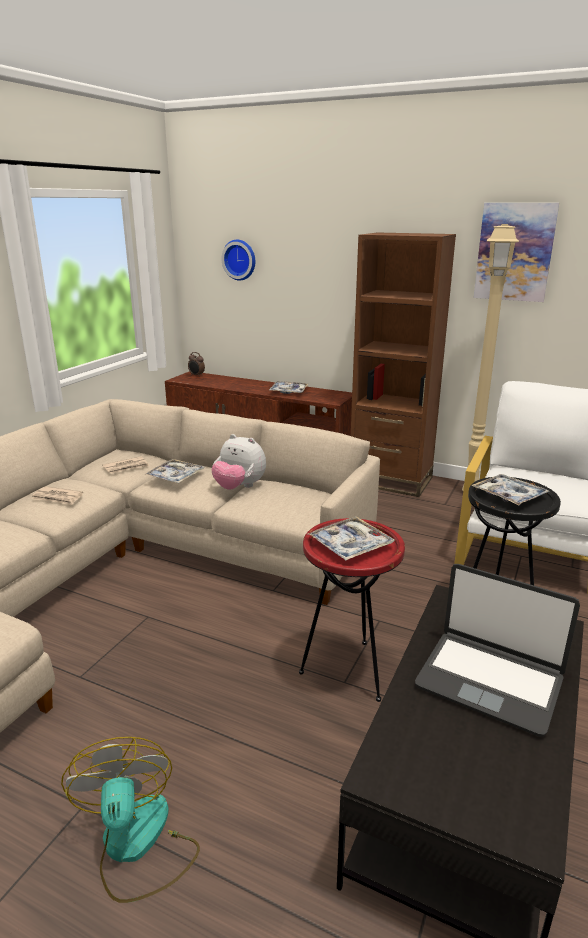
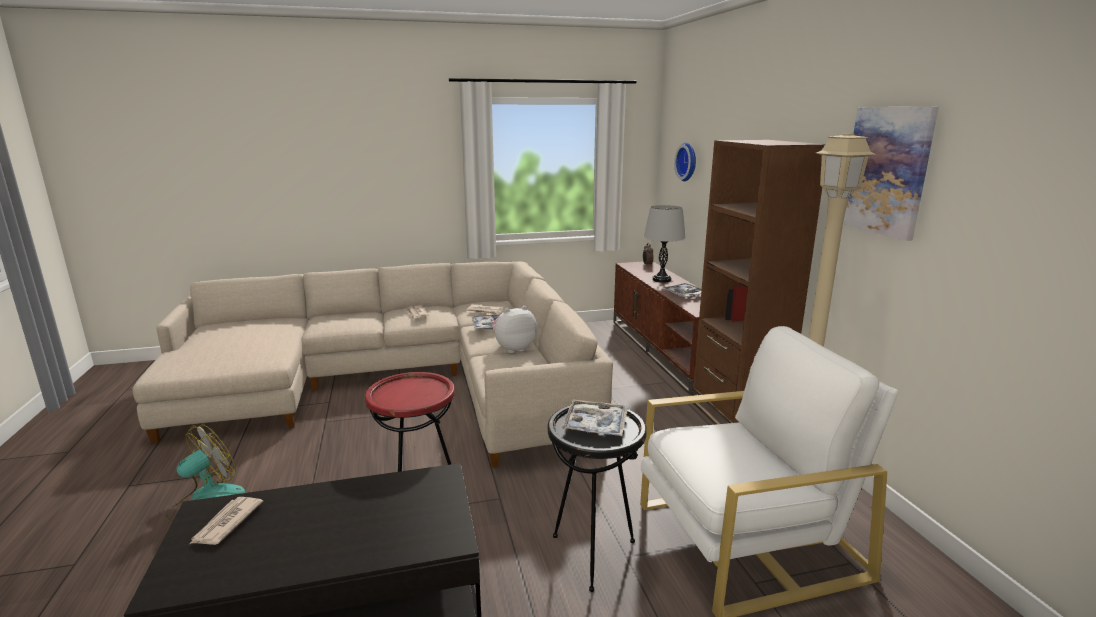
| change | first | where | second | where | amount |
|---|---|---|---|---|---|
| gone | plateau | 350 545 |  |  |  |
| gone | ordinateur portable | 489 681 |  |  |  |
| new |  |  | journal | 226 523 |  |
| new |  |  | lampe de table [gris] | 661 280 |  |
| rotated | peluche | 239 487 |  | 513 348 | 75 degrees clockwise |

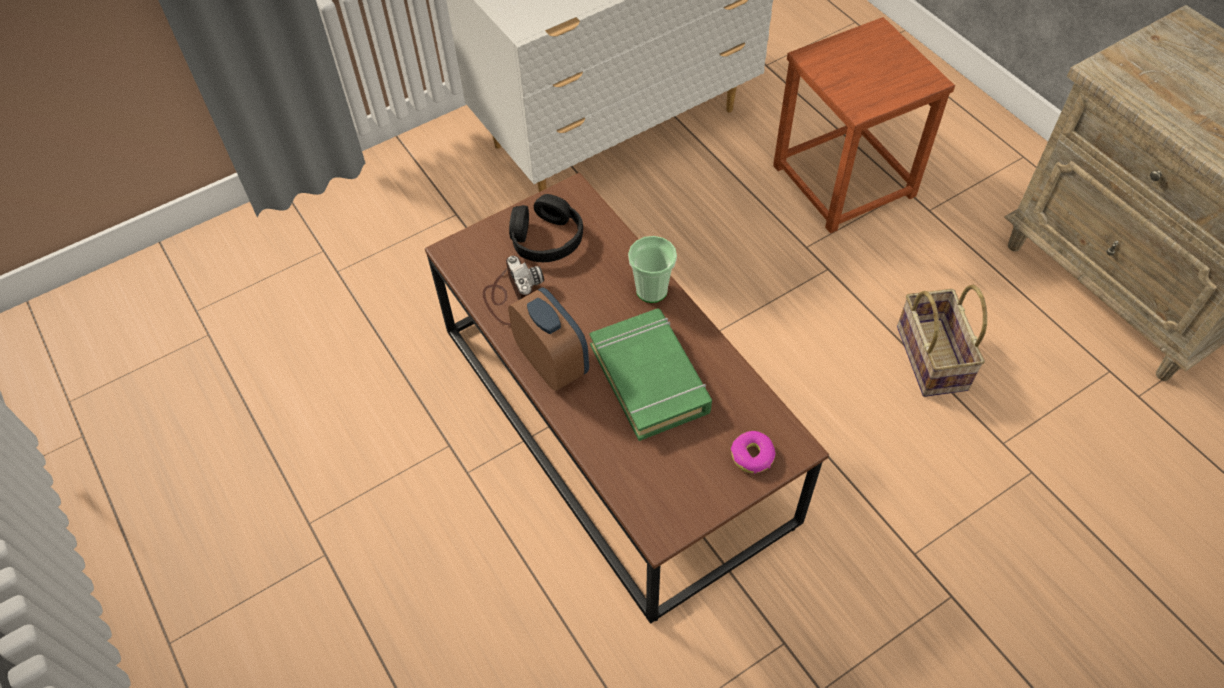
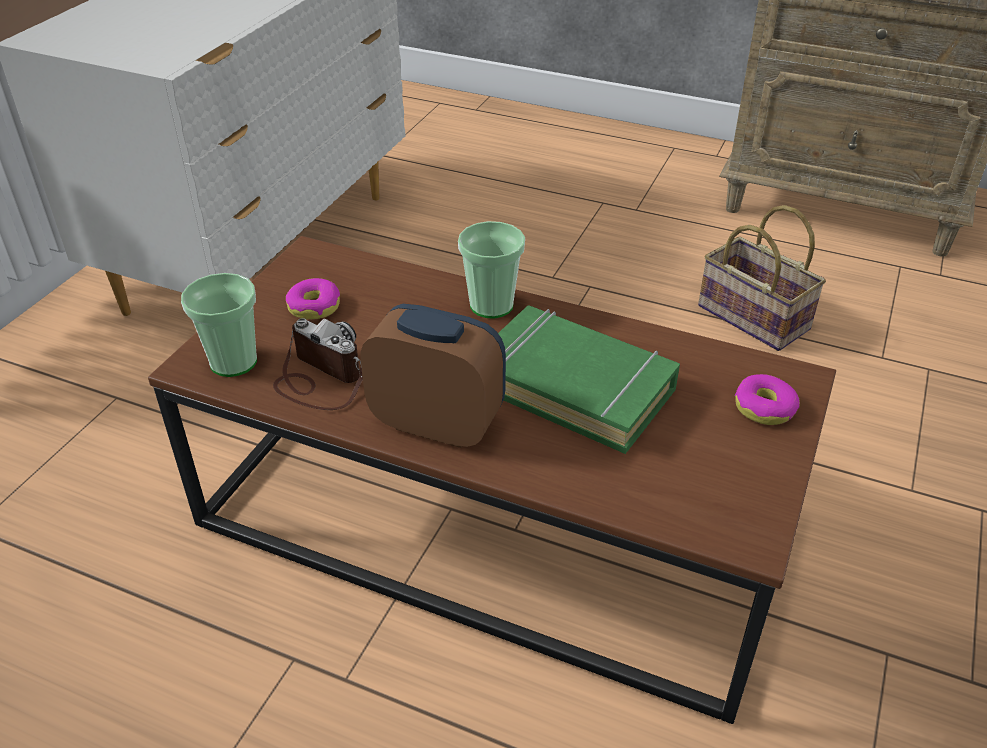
| change | first | where | second | where | amount |
|---|---|---|---|---|---|
| gone | tabouret [marron] | 842 181 |  |  |  |
| new |  |  | tasse | 233 362 |  |
| swapped | casque audio [noir] | 546 238 | beignet | 314 306 |  |

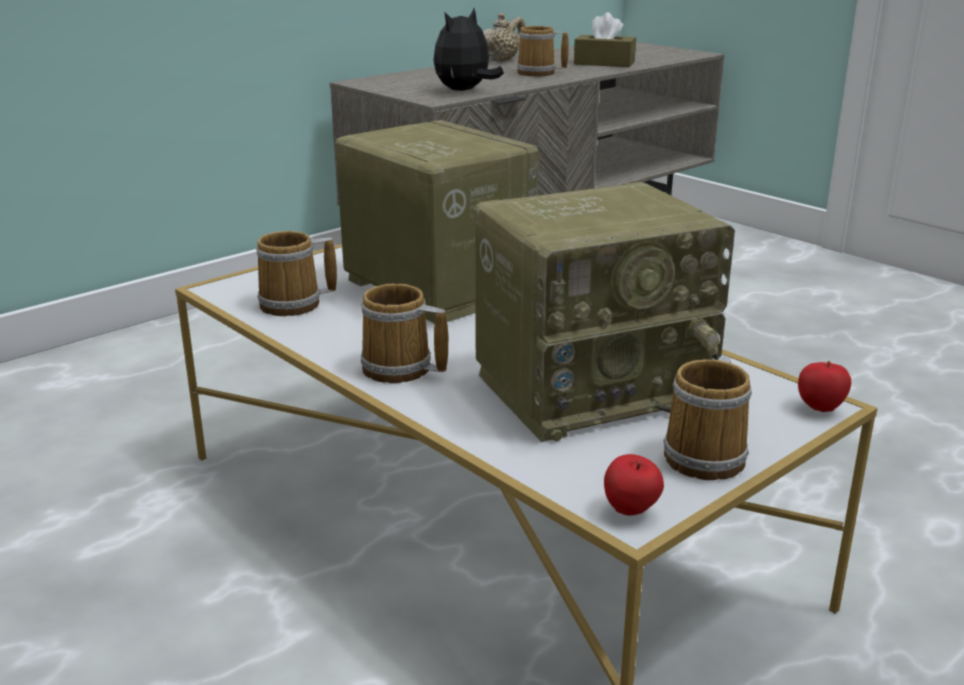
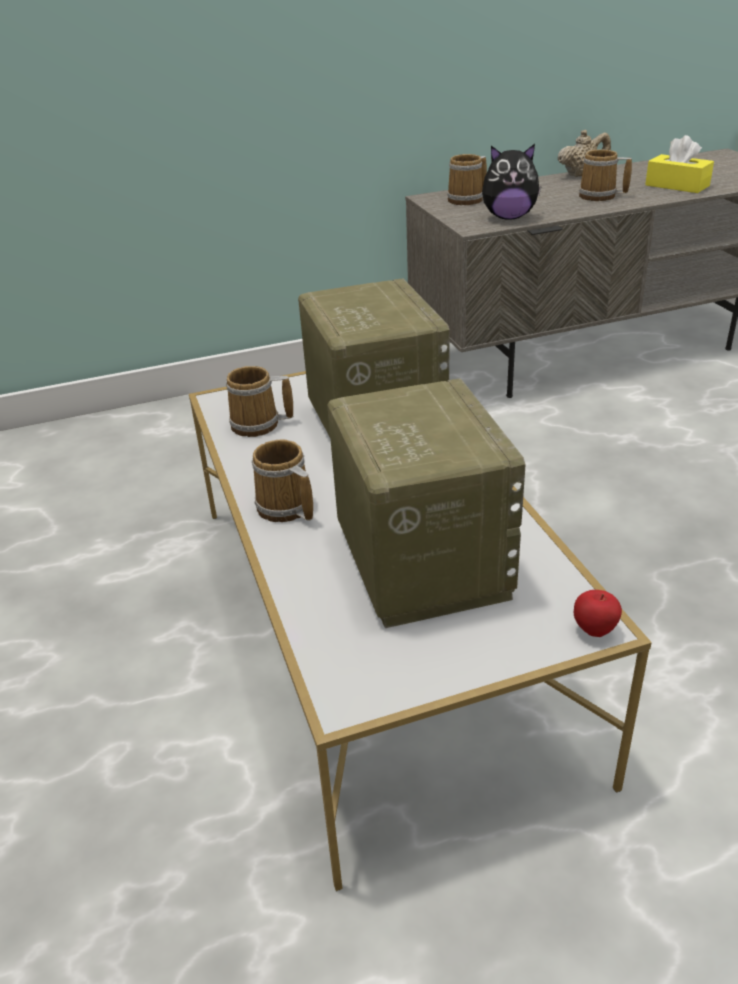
| change | first | where | second | where | amount |
|---|---|---|---|---|---|
| gone | pomme | 631 512 |  |  |  |
| shifted | mug | 708 456 |  | 468 199 |  |
| repainted | boîte à mouchoirs [marron] | 604 63 | boîte à mouchoirs [jaune] | 677 185 |  |
| rotated | peluche | 464 91 |  | 509 217 | 150 degrees counterclockwise |
| rotated | radio | 594 387 |  | 419 560 | 105 degrees counterclockwise |

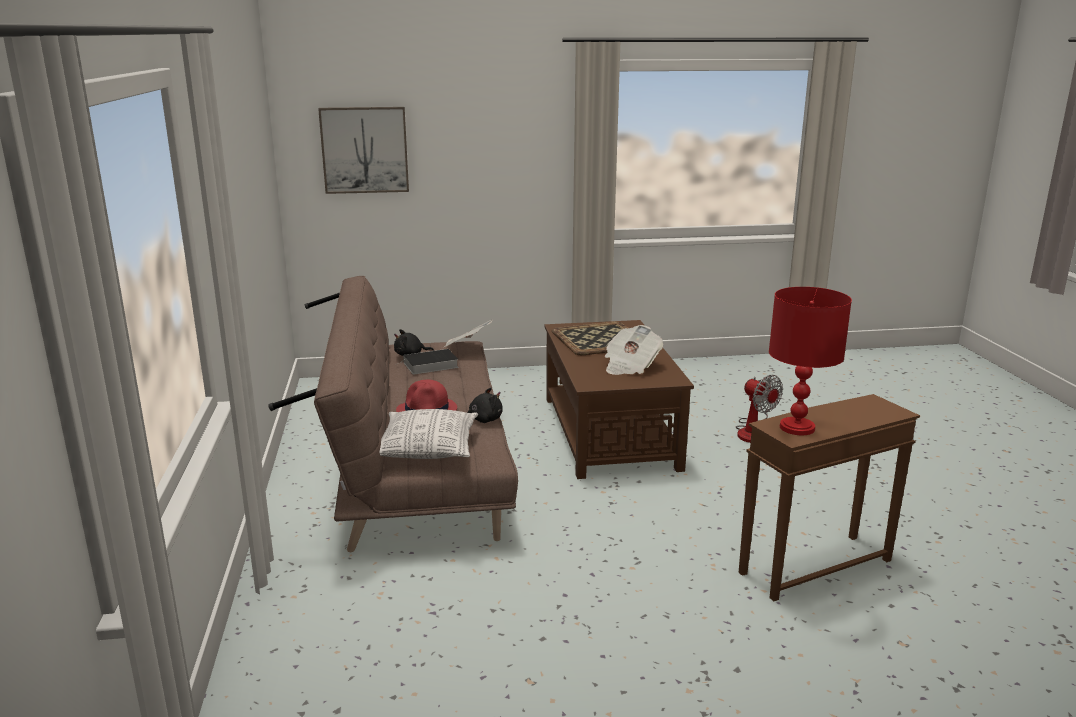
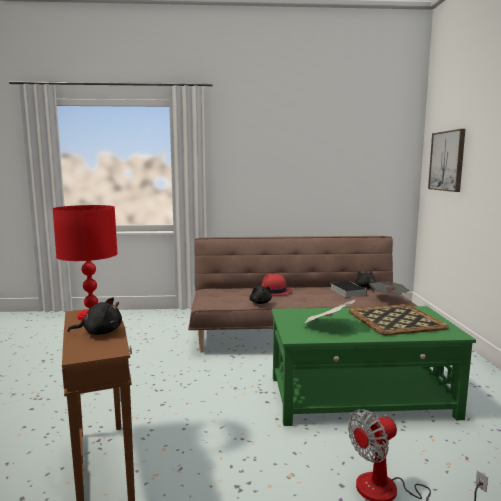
| change | first | where | second | where | amount |
|---|---|---|---|---|---|
| gone | coussin | 427 449 |  |  |  |
| new |  |  | peluche [noir] | 100 332 |  |
| repainted | table basse [marron] | 609 432 | table basse [vert] | 361 397 |  |

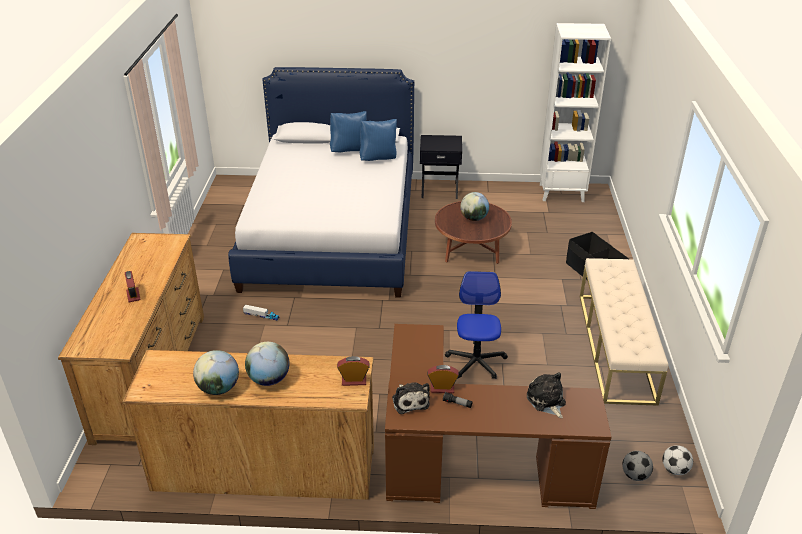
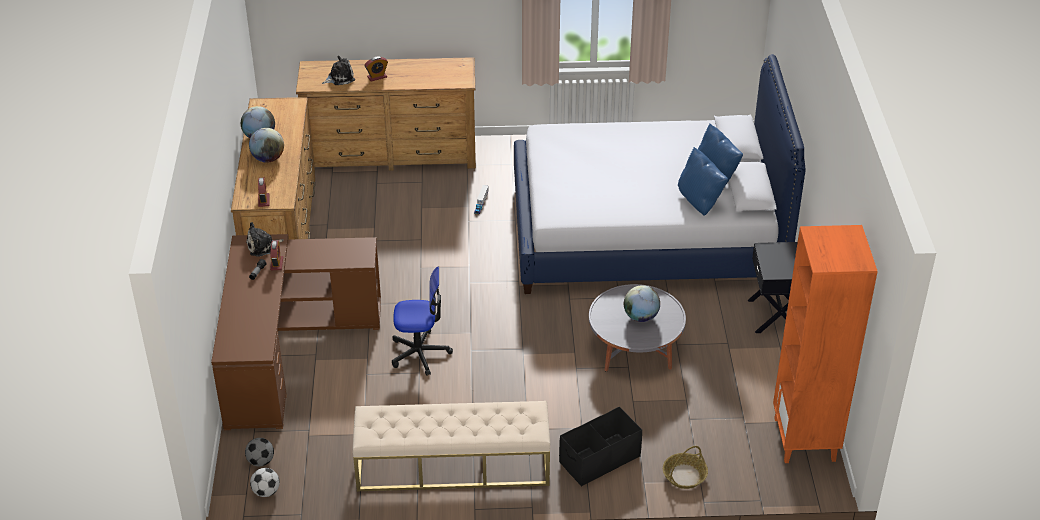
| change | first | where | second | where | amount |
|---|---|---|---|---|---|
| new |  |  | panier | 684 476 |  |
| shifted | peluche | 546 401 |  | 339 78 |  |
| repainted | table basse [marron] | 471 248 | table basse [gris] | 635 347 |  |
| repainted | bibliothèque [blanc] | 562 193 | bibliothèque [orange] | 805 440 |  |

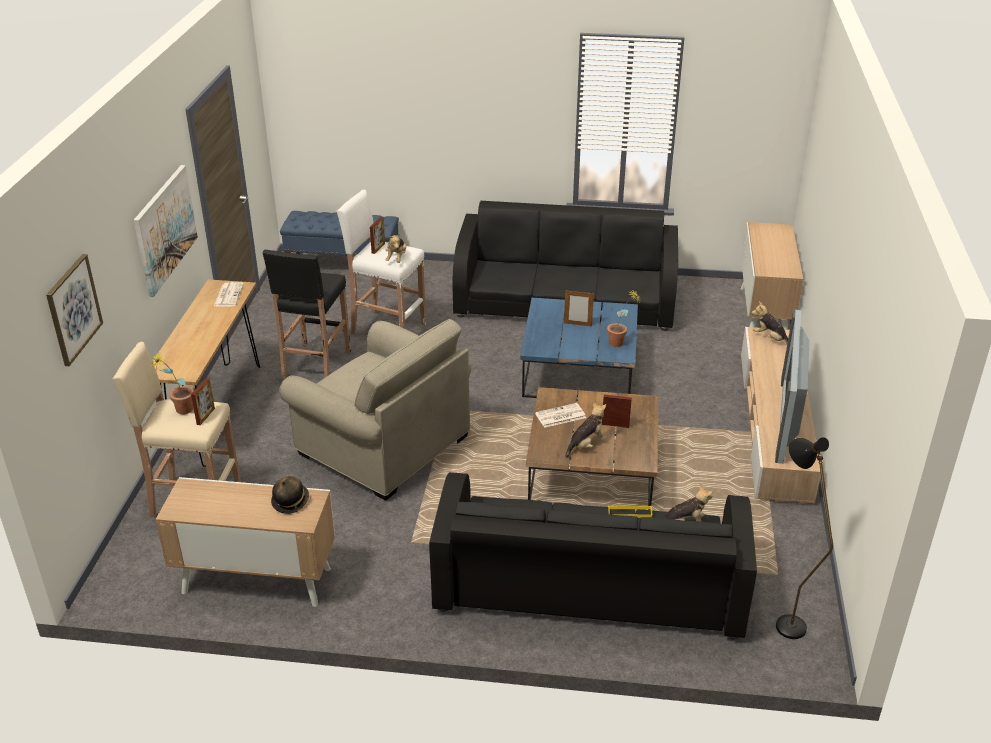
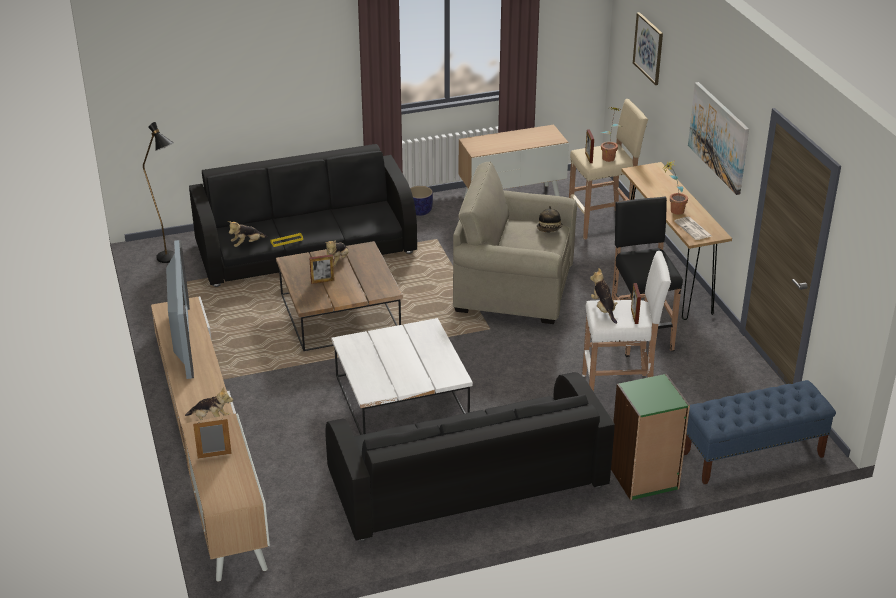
| change | first | where | second | where | amount |
|---|---|---|---|---|---|
| gone | journal | 560 416 |  |  |  |
| new |  |  | cache-pot | 420 211 |  |
| new |  |  | bibliothèque [vert] | 644 478 |  |
| shifted | chapeau | 290 502 |  | 549 229 |  |
| shifted | cadre photo | 577 324 |  | 214 456 |  |
| shifted | plante en pot | 620 343 |  | 673 211 |  |
| repainted | table basse [bleu] | 580 369 | table basse [blanc] | 400 399 |  |

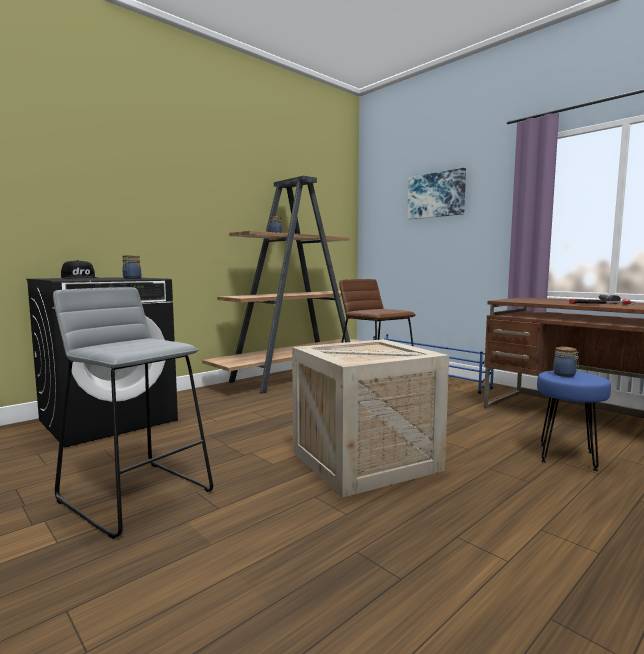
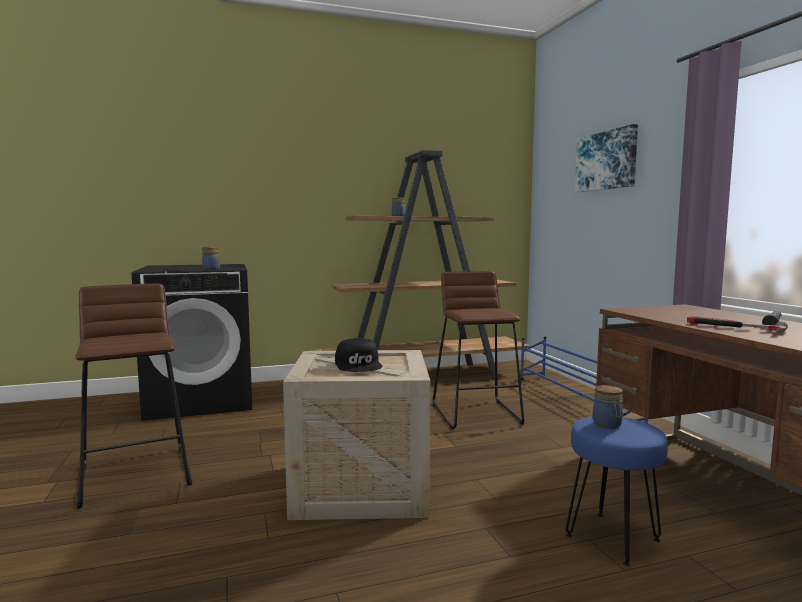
| change | first | where | second | where | amount |
|---|---|---|---|---|---|
| shifted | casquette [noir] | 80 278 |  | 359 365 |  |
| repainted | tabouret [gris] | 137 495 | tabouret [marron] | 136 475 |  |

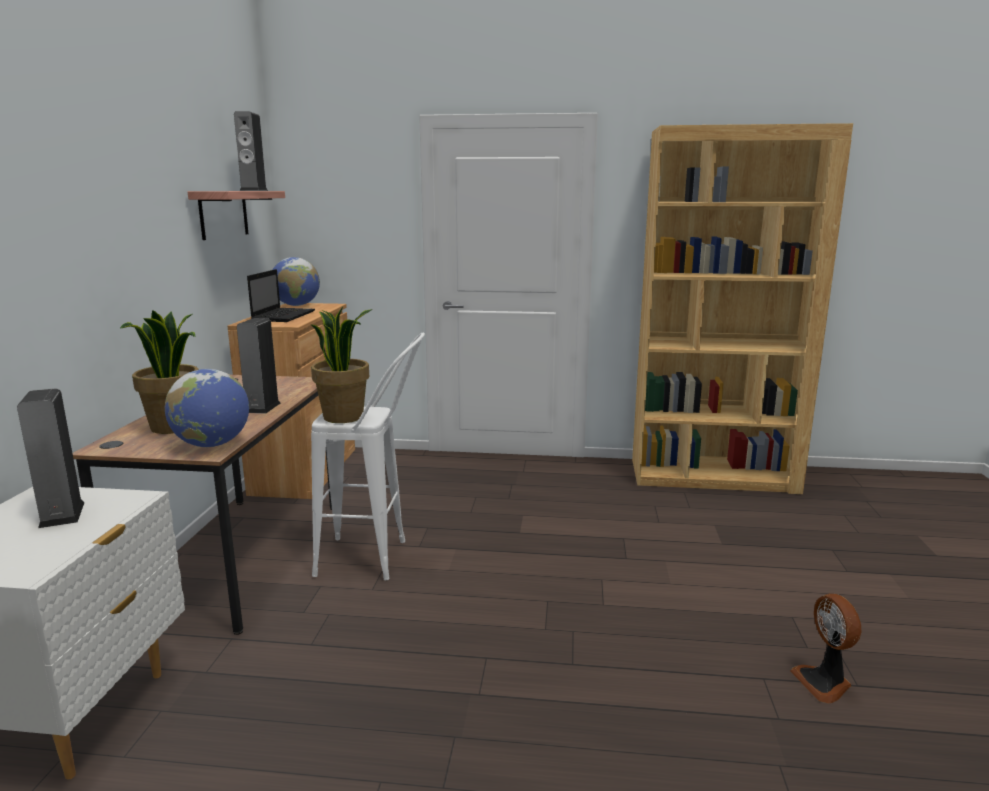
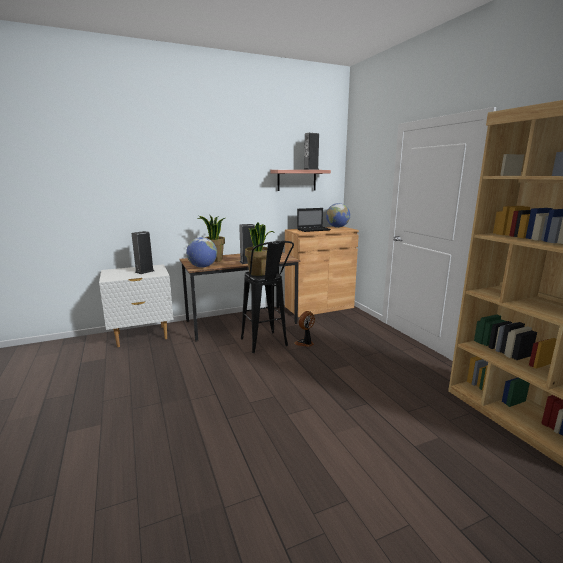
| change | first | where | second | where | amount |
|---|---|---|---|---|---|
| shifted | ventilateur | 824 683 |  | 305 343 |  |
| repainted | tabouret [blanc] | 376 559 | tabouret [noir] | 266 345 |  |

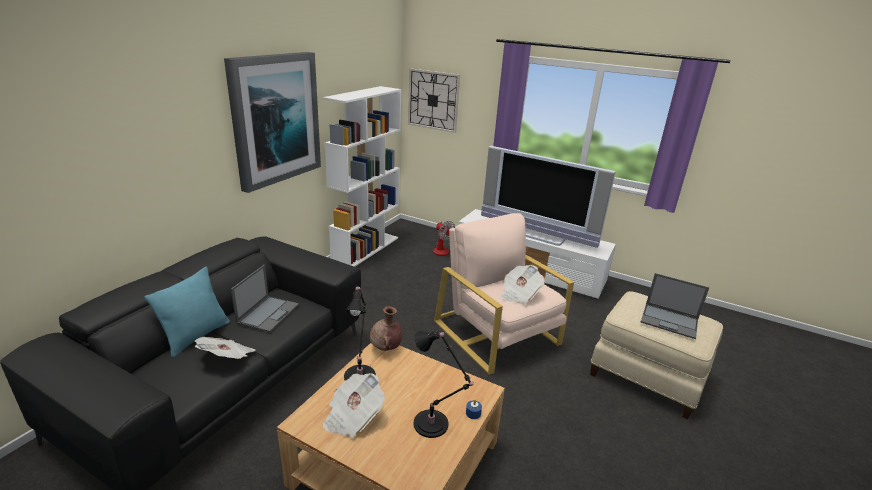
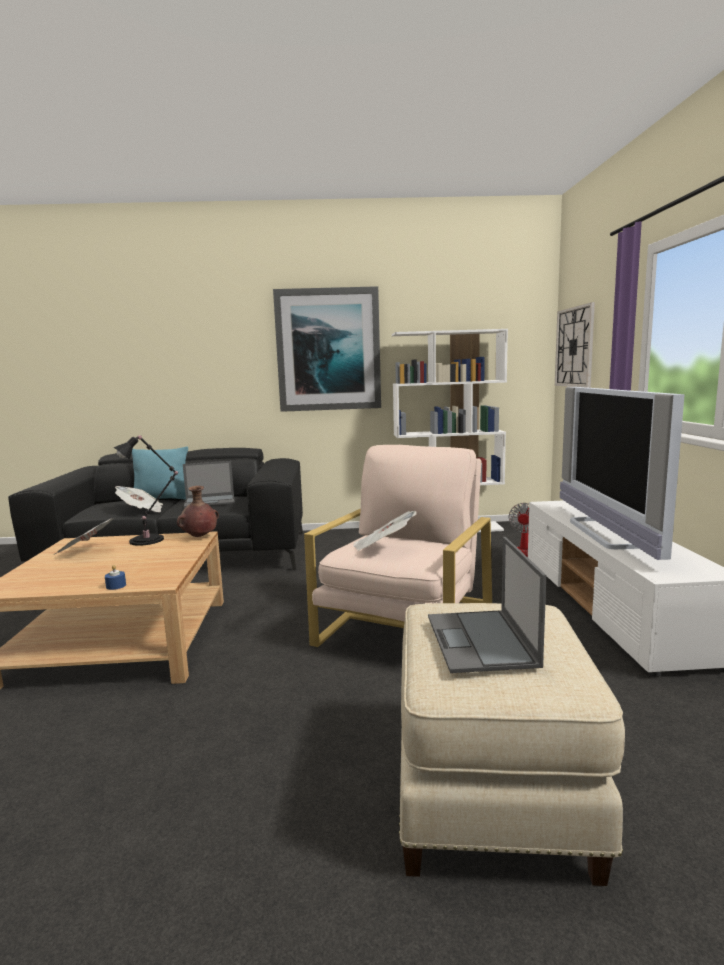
| change | first | where | second | where | amount |
|---|---|---|---|---|---|
| gone | lampe de table [noir] | 433 425 |  |  |  |

